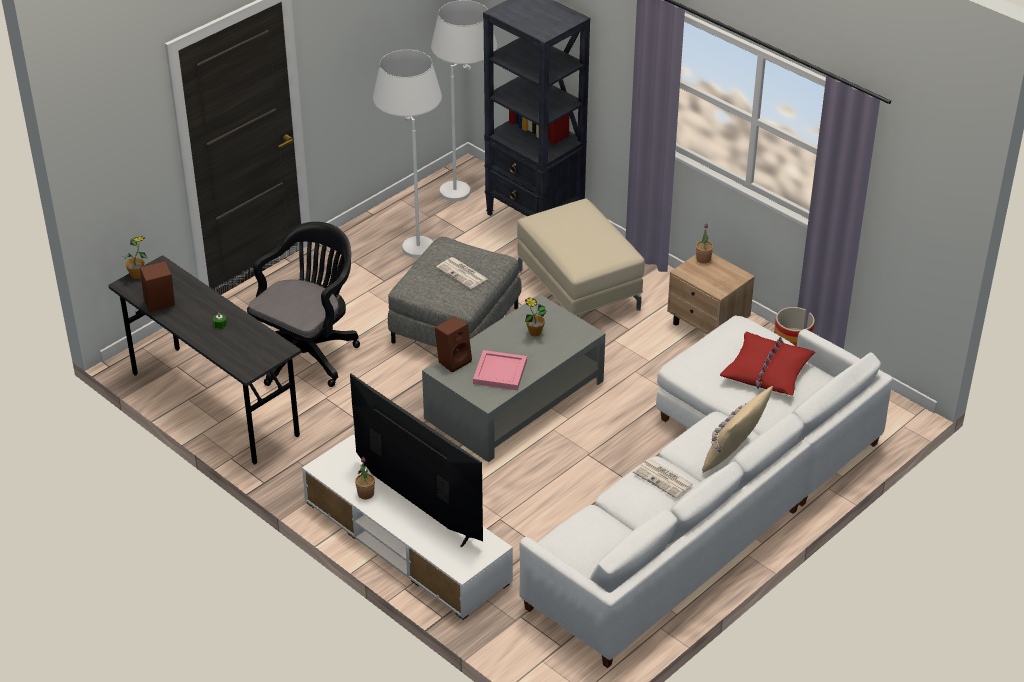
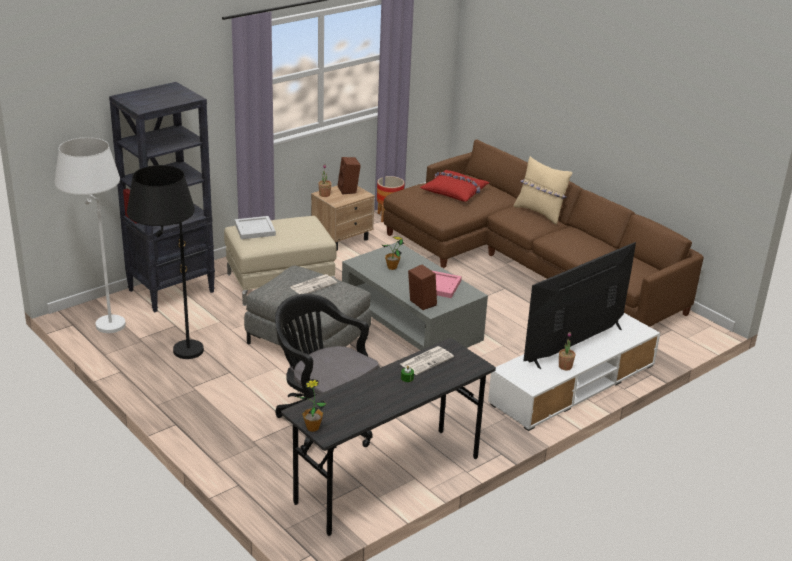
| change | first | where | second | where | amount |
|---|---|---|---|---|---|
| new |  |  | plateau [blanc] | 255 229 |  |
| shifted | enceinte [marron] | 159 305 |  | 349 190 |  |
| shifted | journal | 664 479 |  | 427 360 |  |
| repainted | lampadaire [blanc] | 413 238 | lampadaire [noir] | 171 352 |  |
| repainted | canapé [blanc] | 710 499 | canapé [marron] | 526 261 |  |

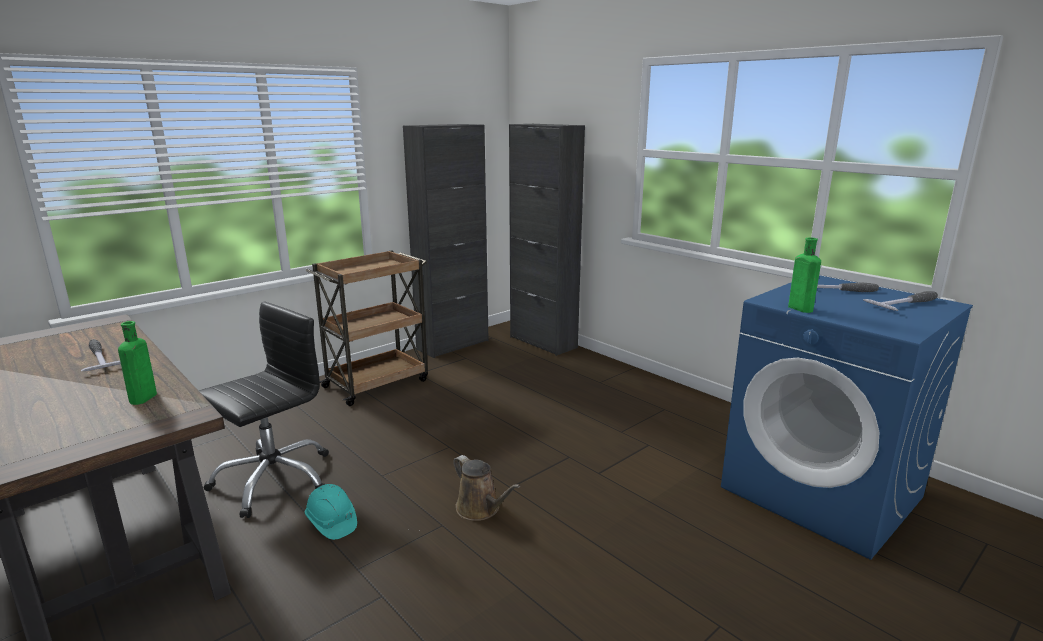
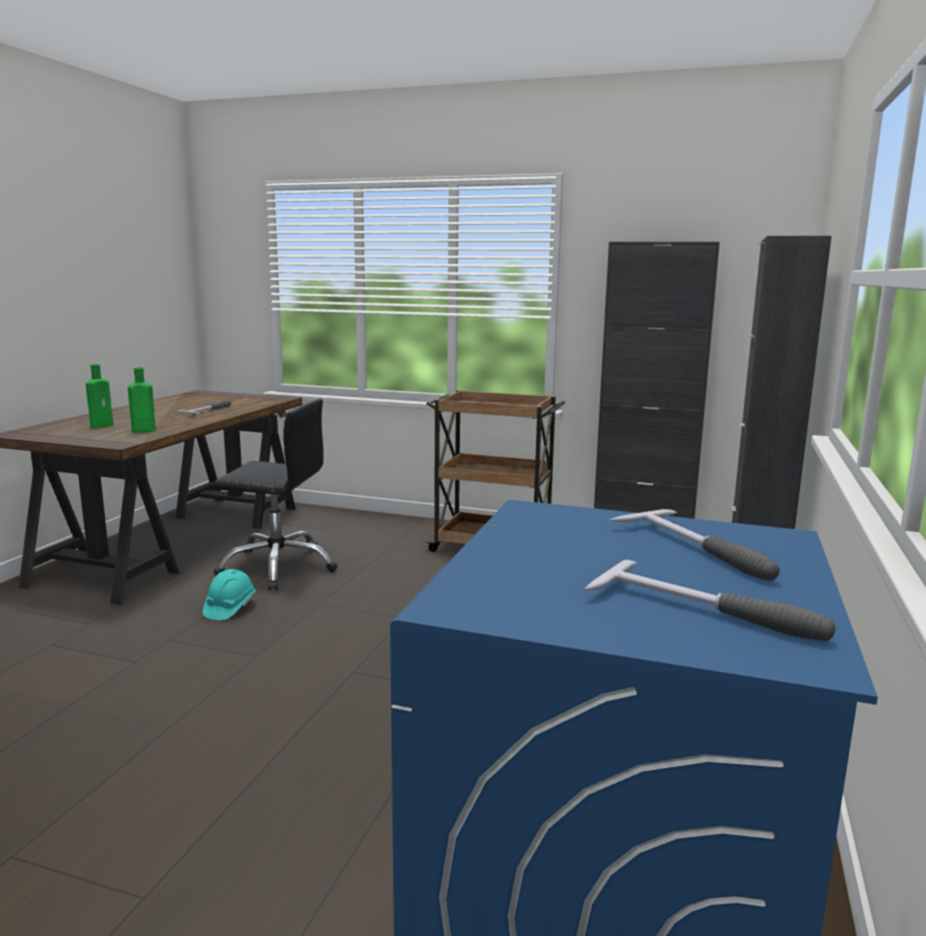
| change | first | where | second | where | amount |
|---|---|---|---|---|---|
| gone | arrosoir [marron] | 480 509 |  |  |  |
| shifted | bouteille [vert] | 798 308 |  | 103 425 |  |

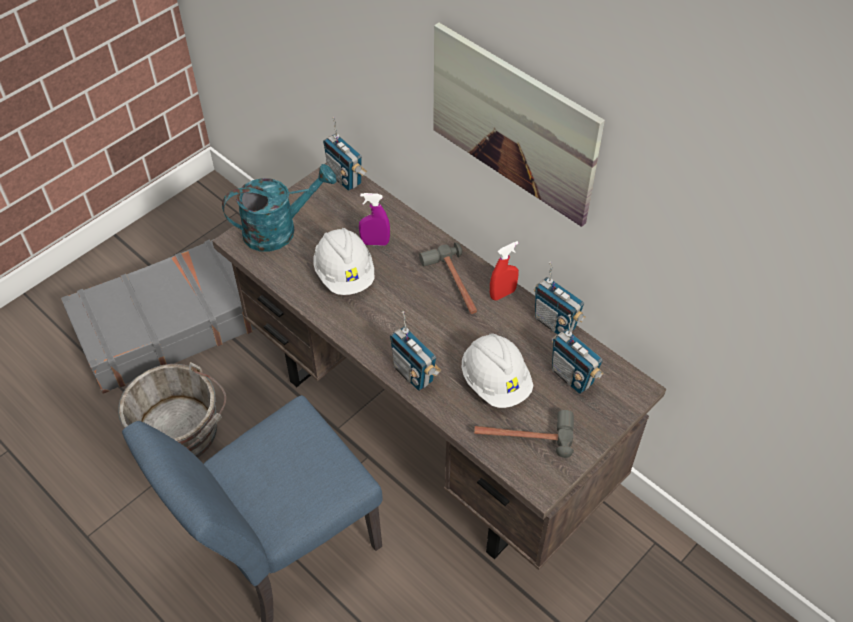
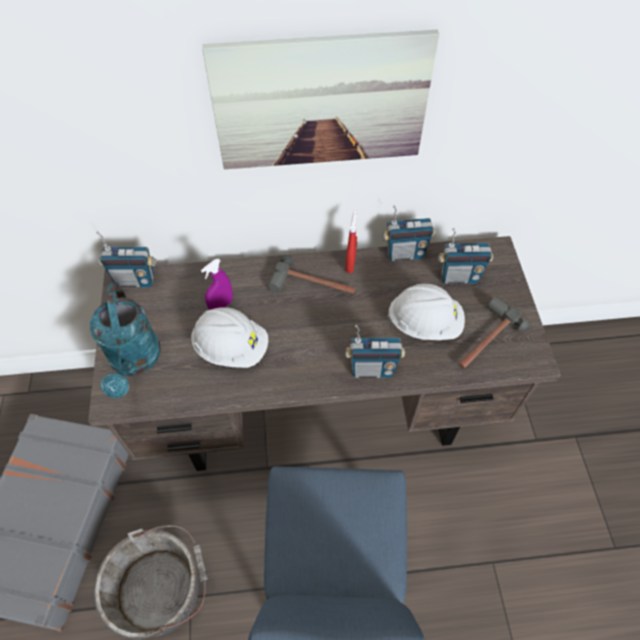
| change | first | where | second | where | amount |
|---|---|---|---|---|---|
| rotated | arrosoir [turquoise] | 279 229 |  | 135 361 | 150 degrees clockwise |

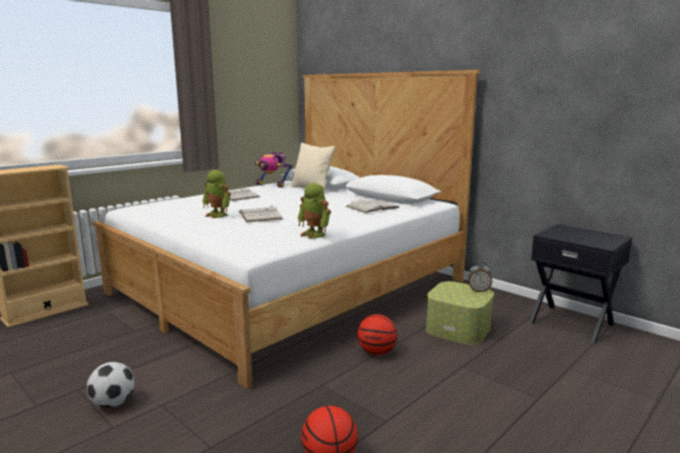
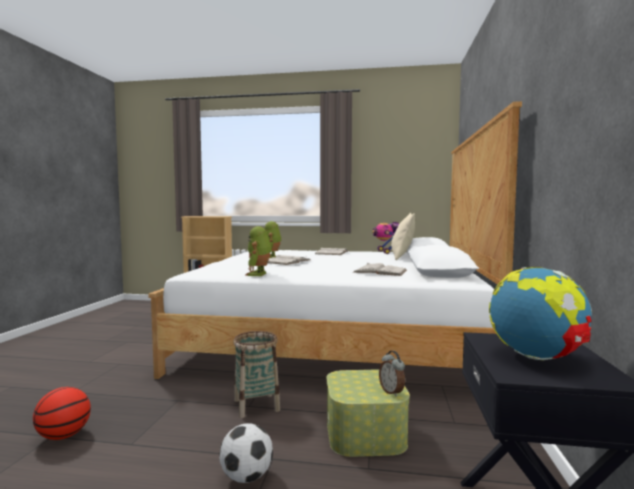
| change | first | where | second | where | amount |
|---|---|---|---|---|---|
| new |  |  | globe | 536 357 |  |
| shifted | ballon de foot | 113 403 |  | 246 477 |  |
| swapped | ballon de basket | 376 352 | panier | 256 405 |  |

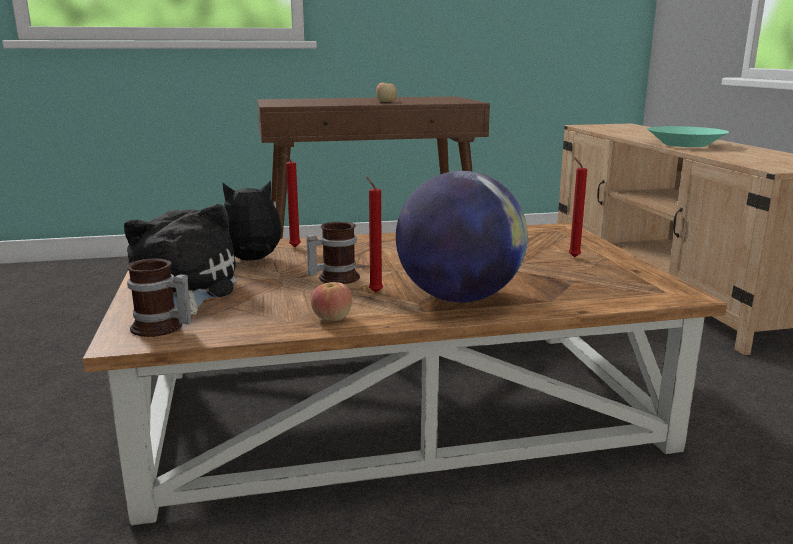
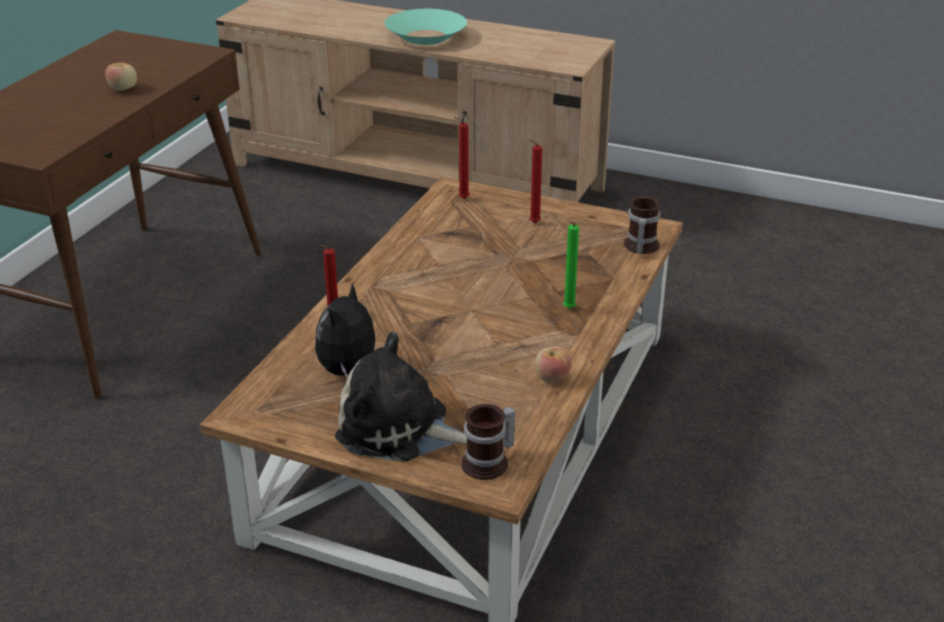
| change | first | where | second | where | amount |
|---|---|---|---|---|---|
| shifted | mug | 334 277 |  | 639 246 |  |
| shifted | bougie [rouge] | 374 292 |  | 462 199 |  |
| swapped | globe | 459 298 | bougie [vert] | 568 309 |  |

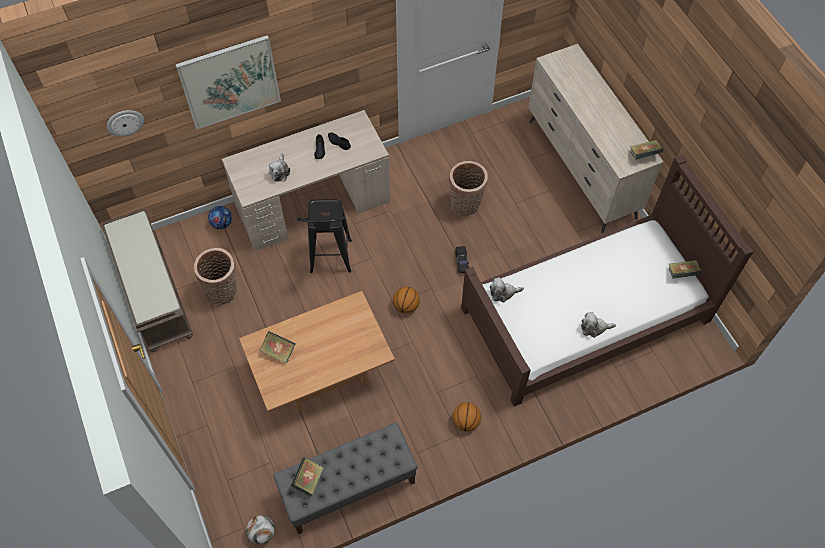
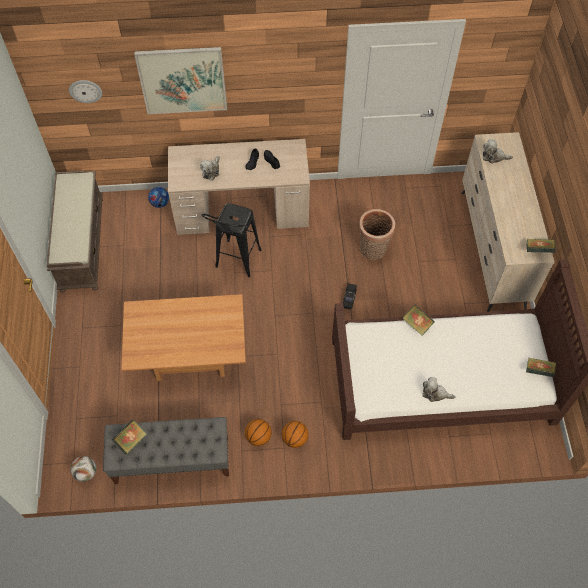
| change | first | where | second | where | amount |
|---|---|---|---|---|---|
| gone | panier | 224 292 |  |  |  |
| shifted | livre | 278 351 |  | 417 324 |  |
| shifted | ballon de basket | 406 306 |  | 258 437 |  |
| shifted | peluche | 503 293 |  | 494 157 |  |

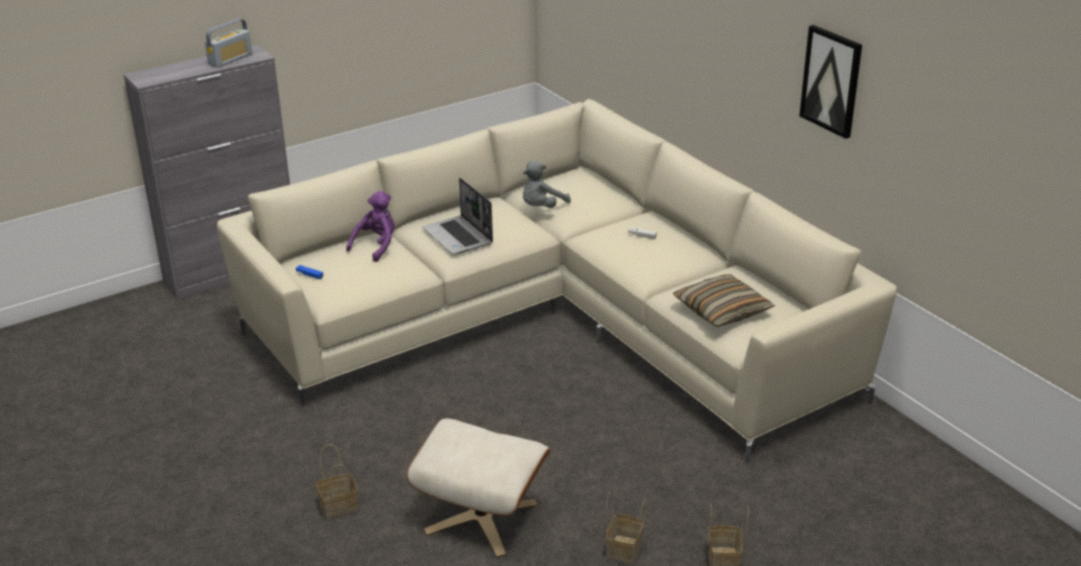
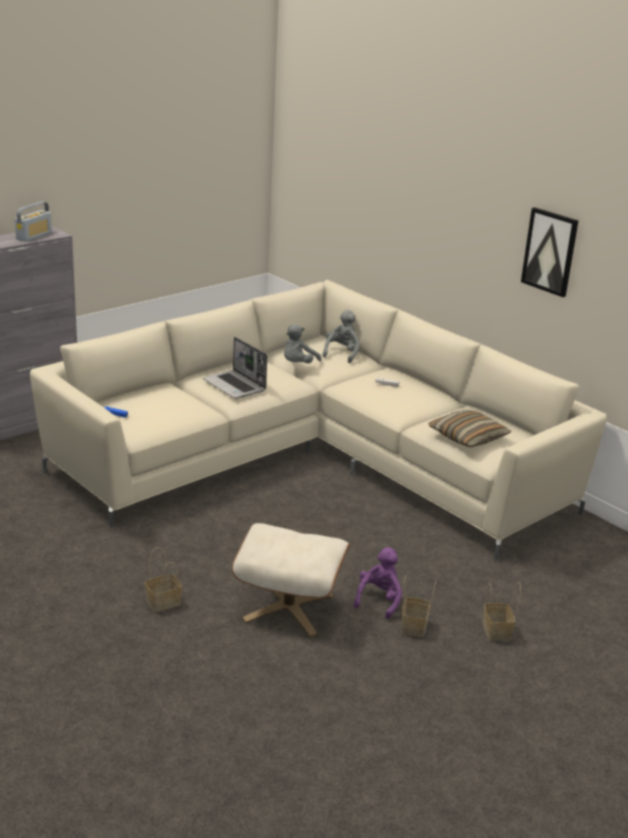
| change | first | where | second | where | amount |
|---|---|---|---|---|---|
| new |  |  | peluche [gris] | 342 353 |  |
| shifted | peluche [violet] | 376 246 |  | 379 600 |  |

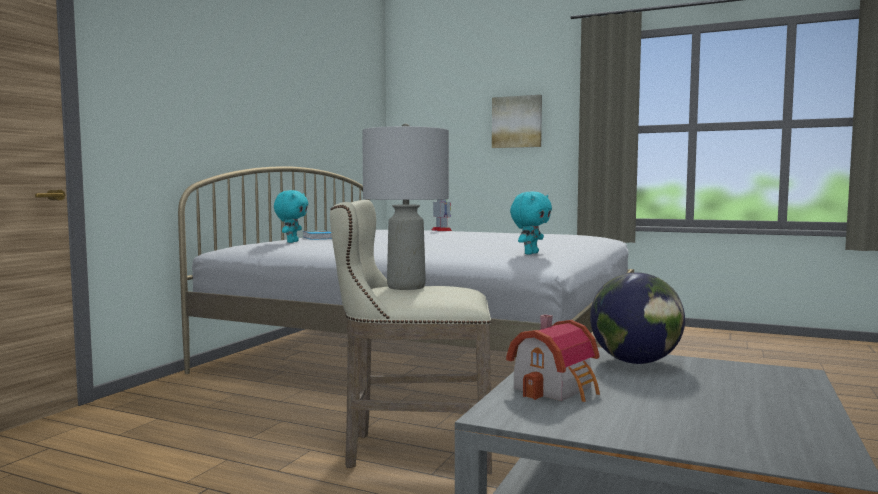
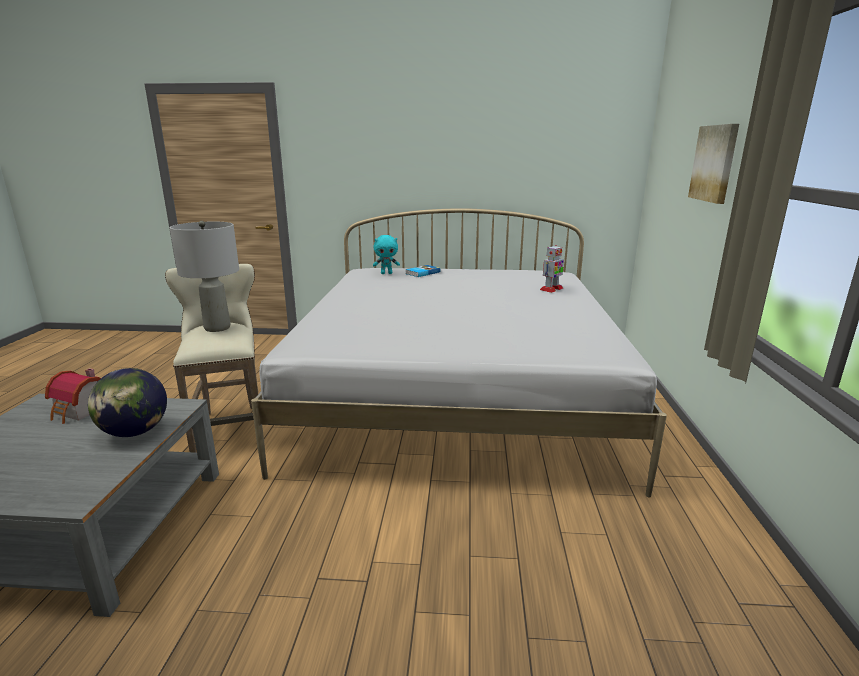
| change | first | where | second | where | amount |
|---|---|---|---|---|---|
| gone | peluche [turquoise] | 530 253 |  |  |  |

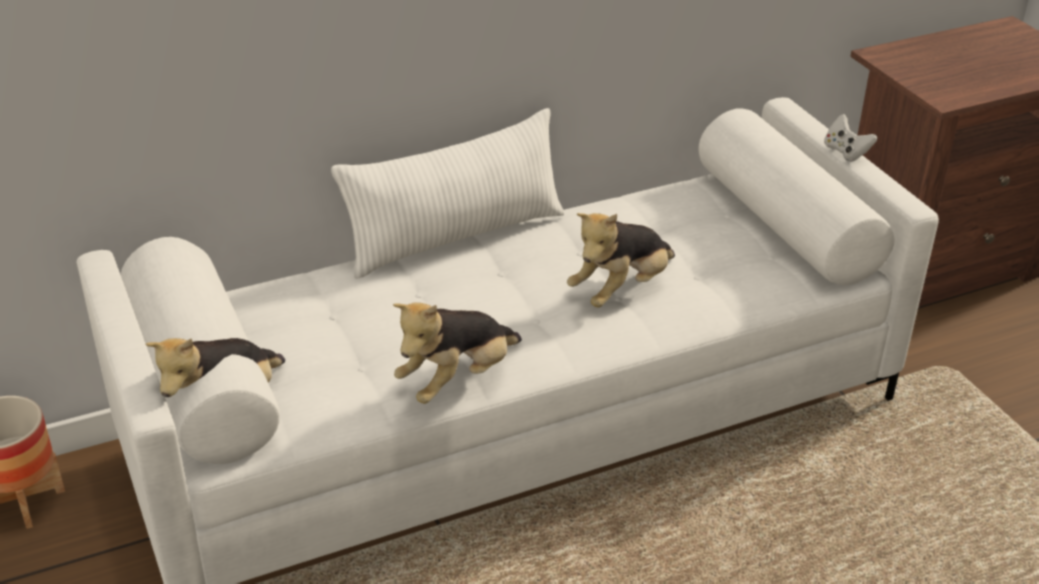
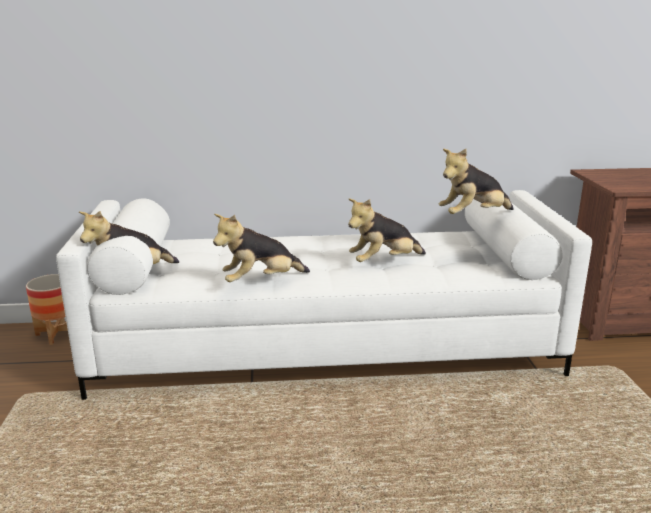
| change | first | where | second | where | amount |
|---|---|---|---|---|---|
| gone | coussin [blanc] | 455 237 |  |  |  |
| gone | manette [blanc] | 845 152 |  |  |  |
| new |  |  | peluche | 473 216 |  |

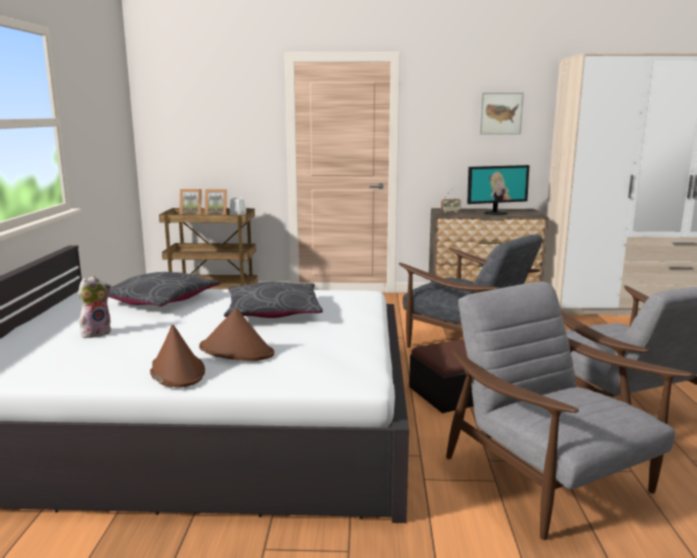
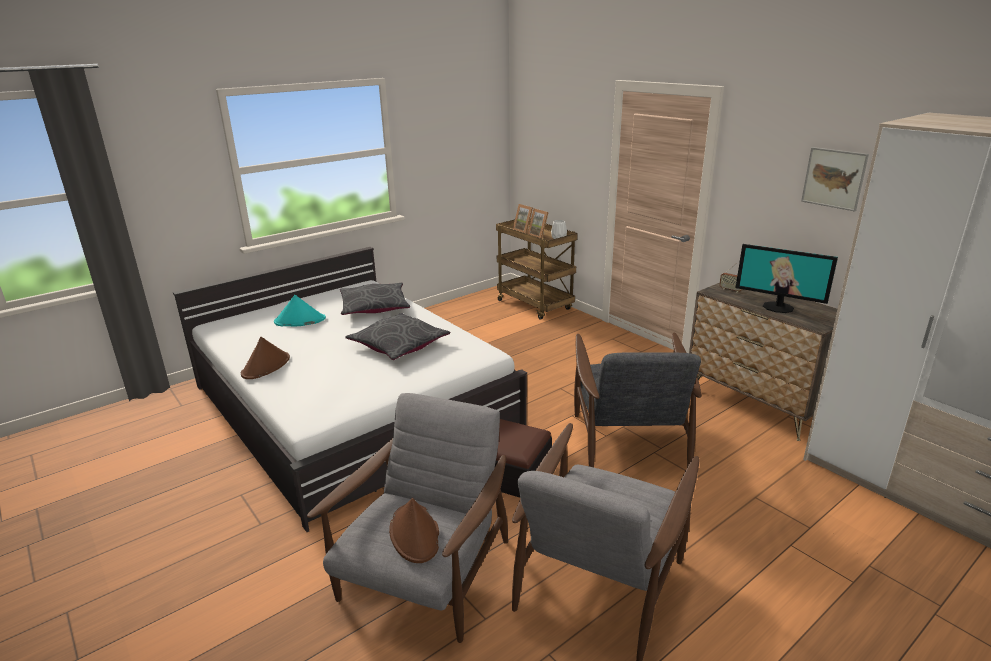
| change | first | where | second | where | amount |
|---|---|---|---|---|---|
| shifted | chapeau [marron] | 237 351 |  | 415 534 |  |
| swapped | peluche | 96 332 | chapeau [turquoise] | 299 320 |  |

